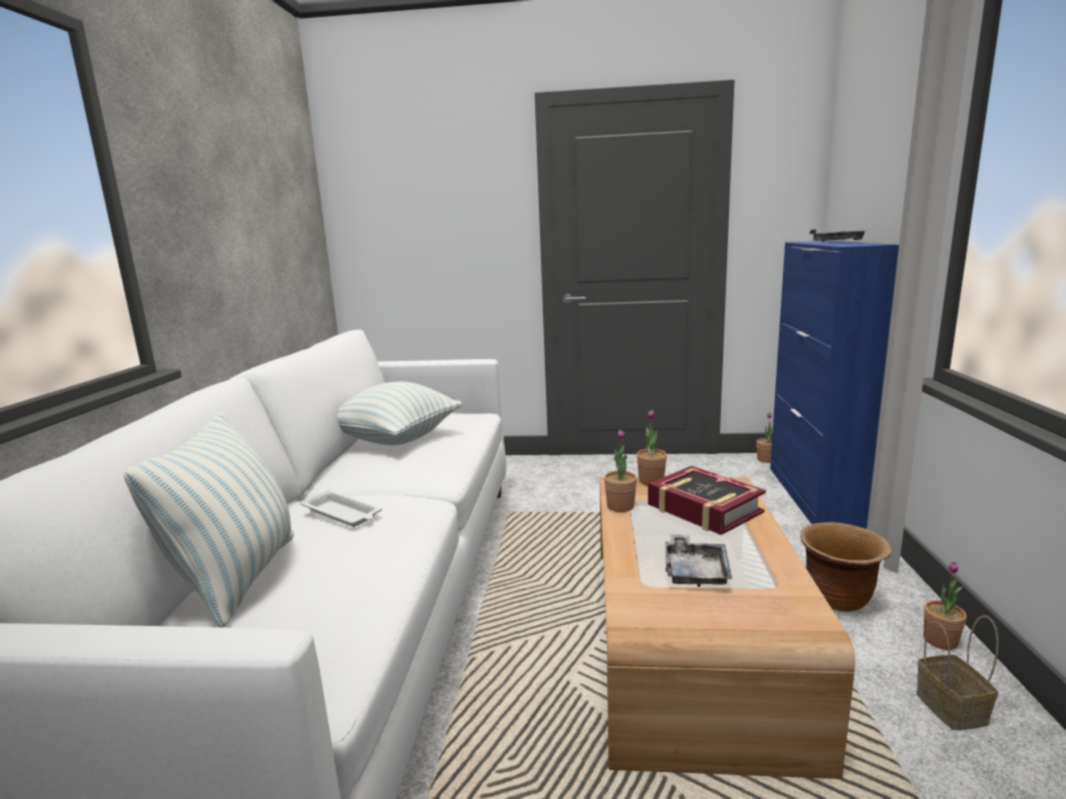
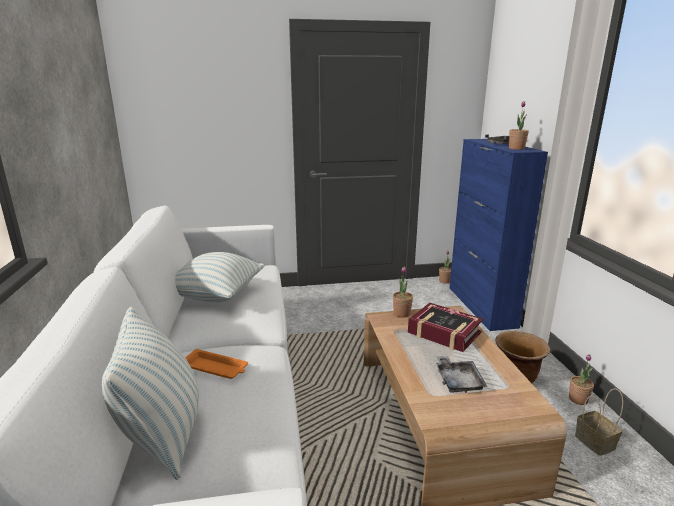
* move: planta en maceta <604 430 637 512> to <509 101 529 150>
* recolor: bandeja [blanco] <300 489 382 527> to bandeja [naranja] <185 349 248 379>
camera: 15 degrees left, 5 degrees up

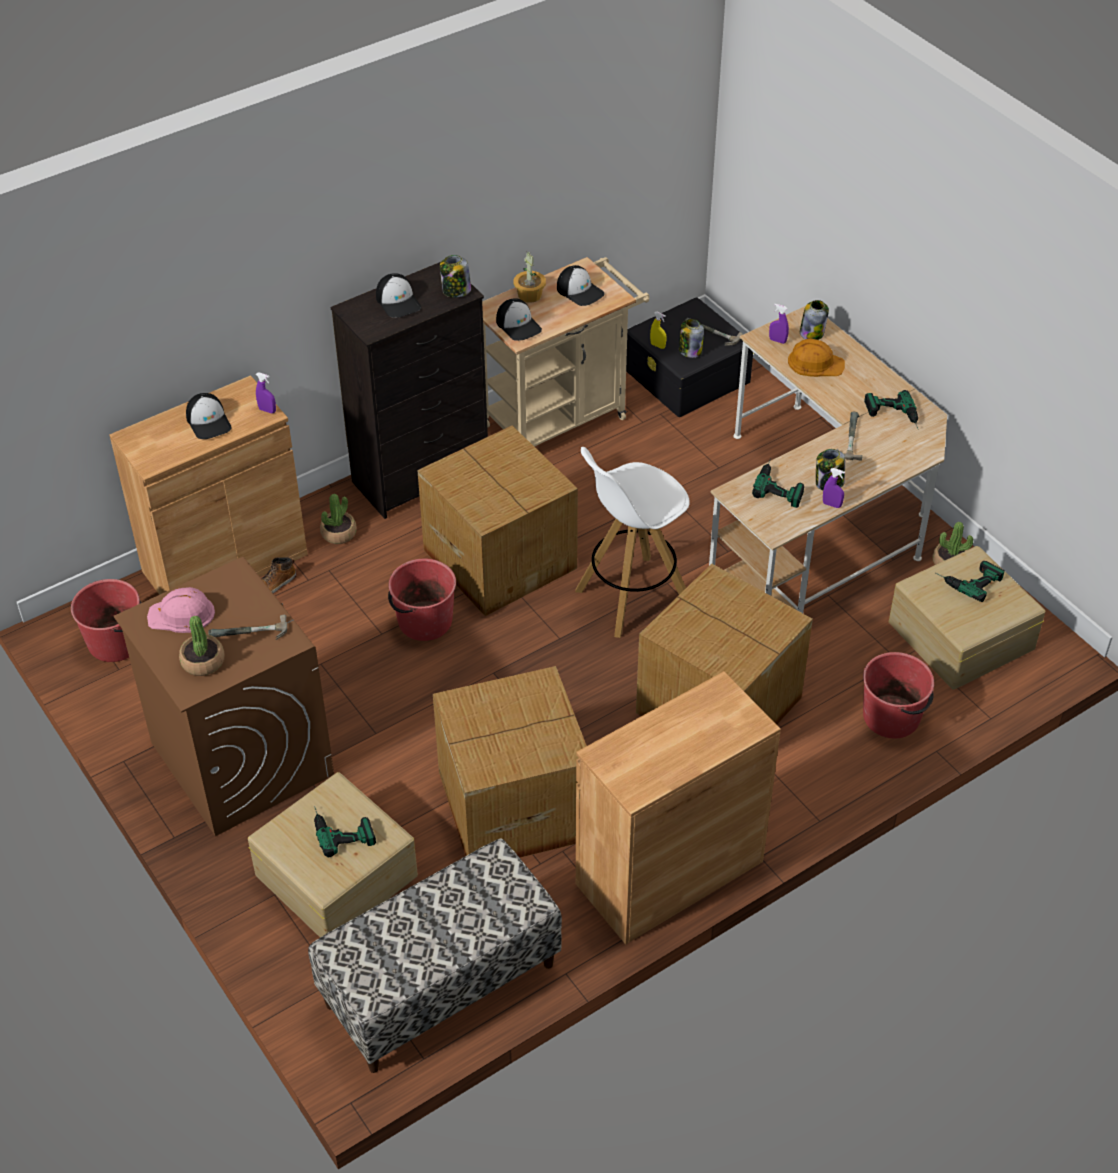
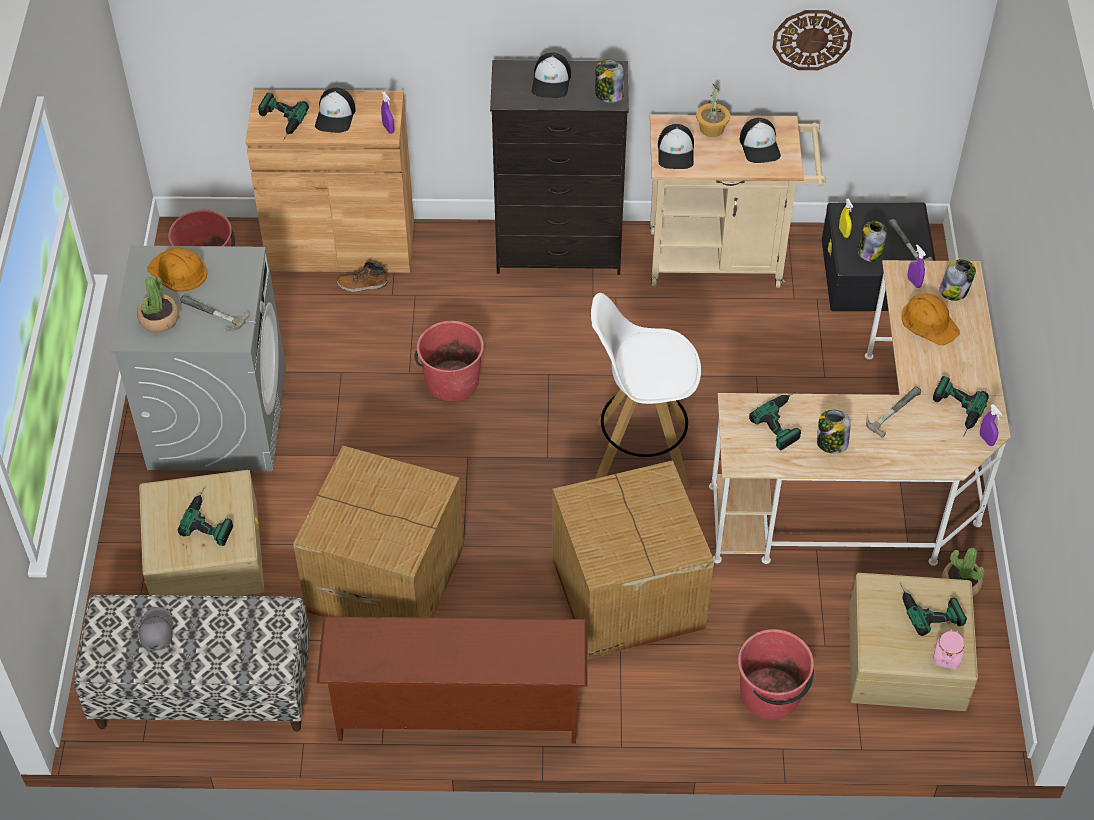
* delete: caja de cartón <417 425 578 616>
* move: pulverizador [morado] <823 468 845 508> to <980 404 1002 446>
* delete: planta en maceta <320 494 357 544>
* recolor: lavadora [marrón] <114 557 334 836> to lavadora [gris] <110 246 286 471>
* recolor: casco [rosa] <147 587 215 633> to casco [naranja] <147 248 207 292>
* replace: armario [marrón] <576 671 781 944> to zapatero [marrón] <316 616 587 744>
* insert: reloj de pared <772 10 852 70>
* insert: taladro <258 93 309 141>
* insert: gorra [gris] <139 607 173 651>
* insert: tarro [rosa] <933 629 964 670>
camera: 35 degrees right, 5 degrees up

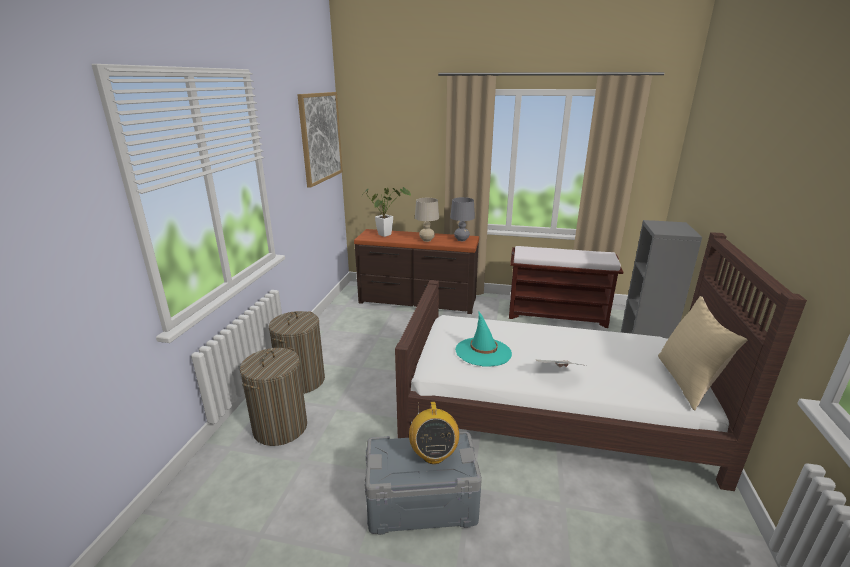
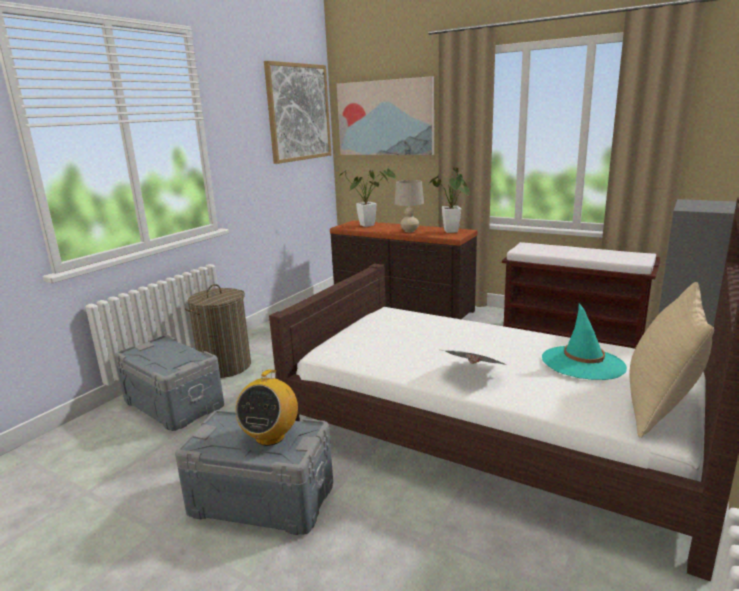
* replace: lámpara de mesa [gris] <450 197 475 241> to planta en maceta <430 167 470 233>
* move: sombrero [turquesa] <455 311 512 367> to <542 303 627 380>
* replace: cesto de la ropa <240 348 307 446> to caja de almacenaje [gris] <115 335 224 431>
* insert: cuadro <337 76 434 155>
camera: 20 degrees right, 5 degrees down

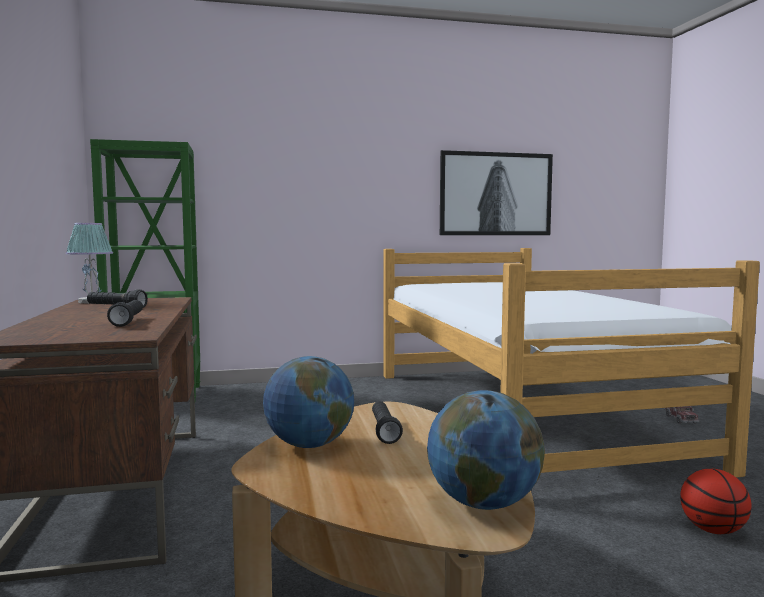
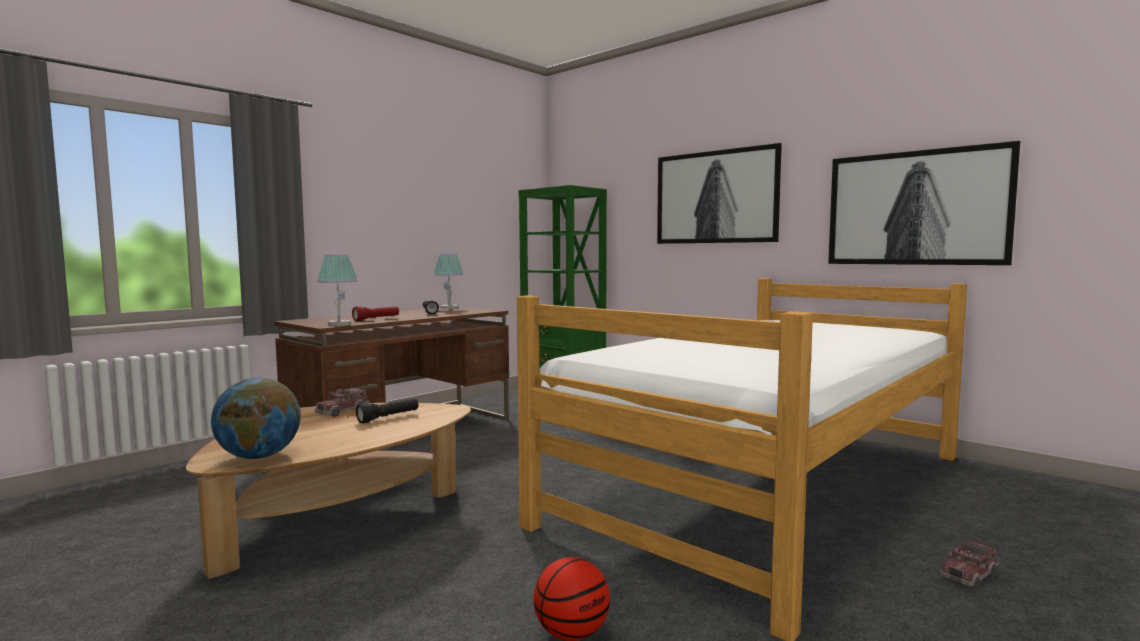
* recolor: linterna [negro] <107 300 143 327> to linterna [rojo] <352 306 399 321>
* replace: globo terráqueo <263 356 354 448> to camión de juguete <315 387 370 417>
* insert: cuadro <657 143 782 244>
* insert: lámpara de mesa <317 254 358 326>
camera: 55 degrees right, 0 degrees up

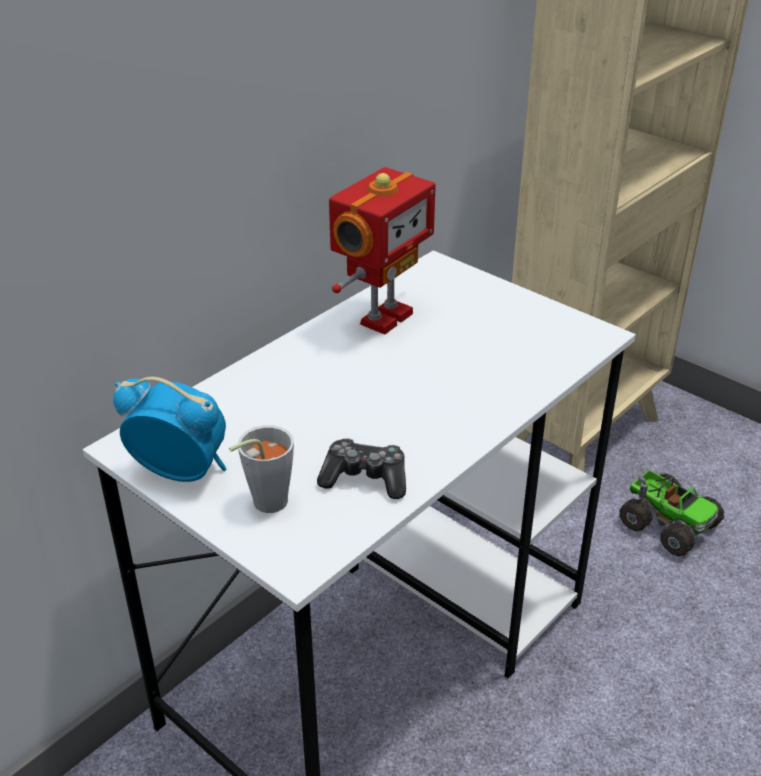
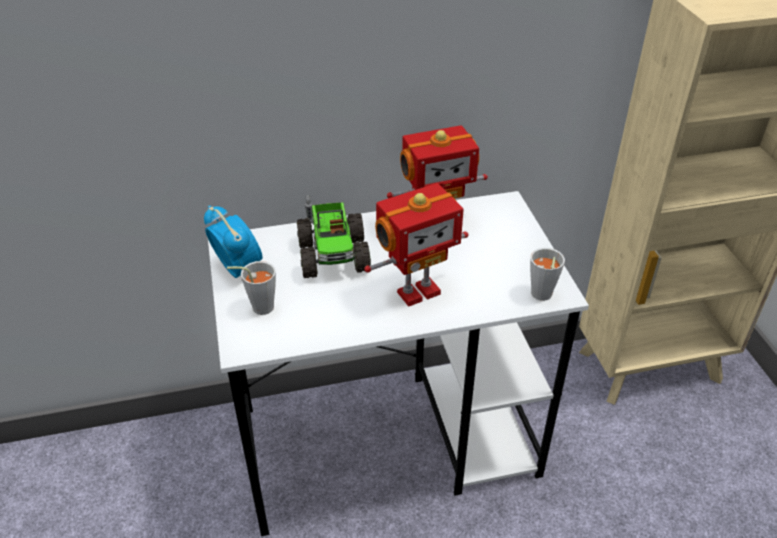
* delete: mando de consola <317 438 406 499>
* move: camión de juguete <619 470 724 556> to <297 195 371 278>
* insert: robot de juguete <364 183 468 307>
* insert: taza [gris] <530 248 565 301>
camera: 35 degrees right, 5 degrees up

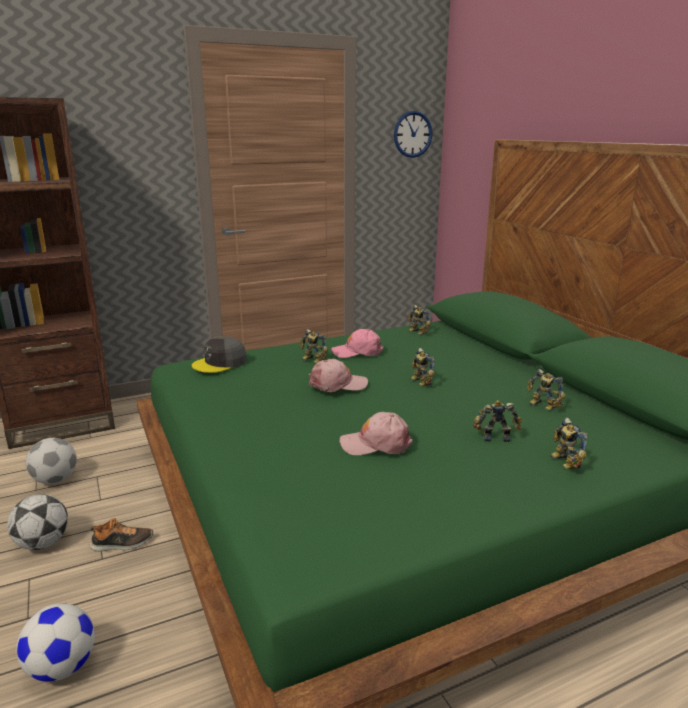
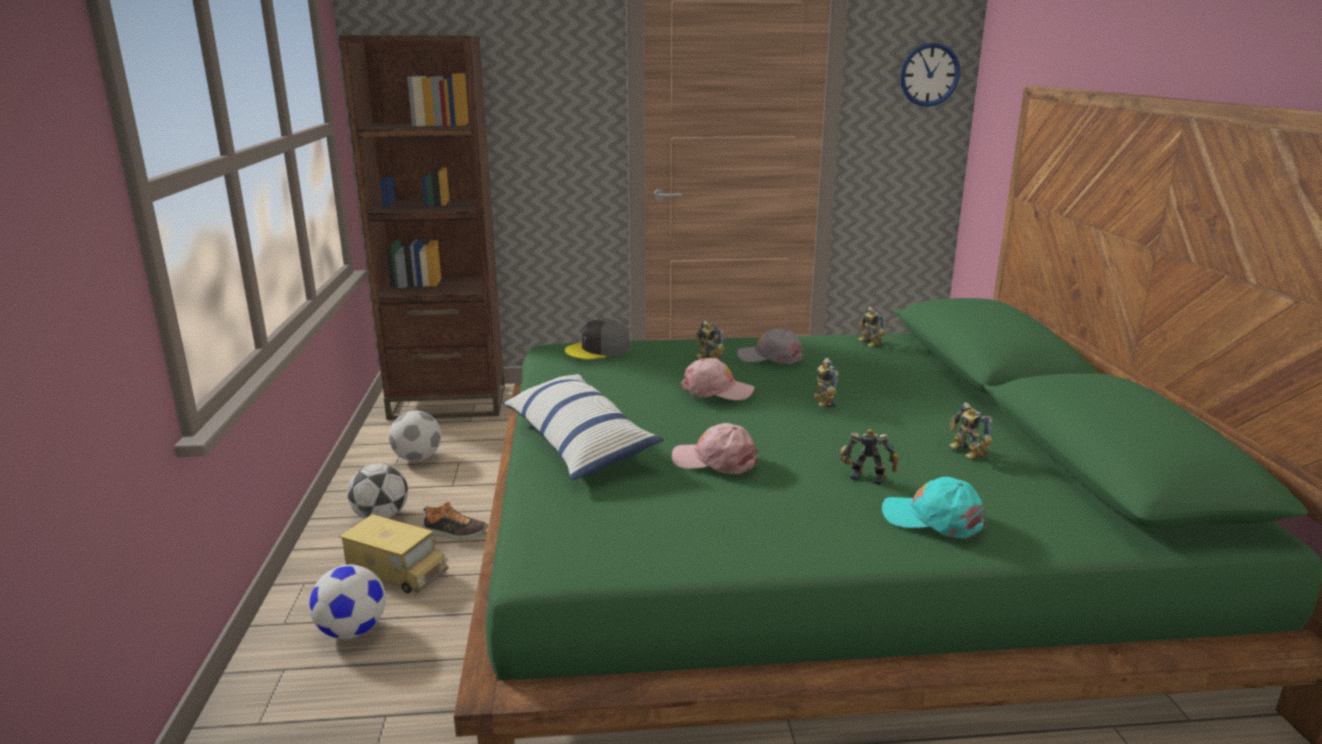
* recolor: gorra [rosa] <331 329 383 358> to gorra [gris] <737 329 804 364>
* replace: robot de juguete <550 418 588 469> to gorra [turquesa] <882 477 986 539>
* insert: cojín <503 373 664 480>
* insert: camión de juguete <339 514 449 593>
camera: 20 degrees right, 0 degrees up

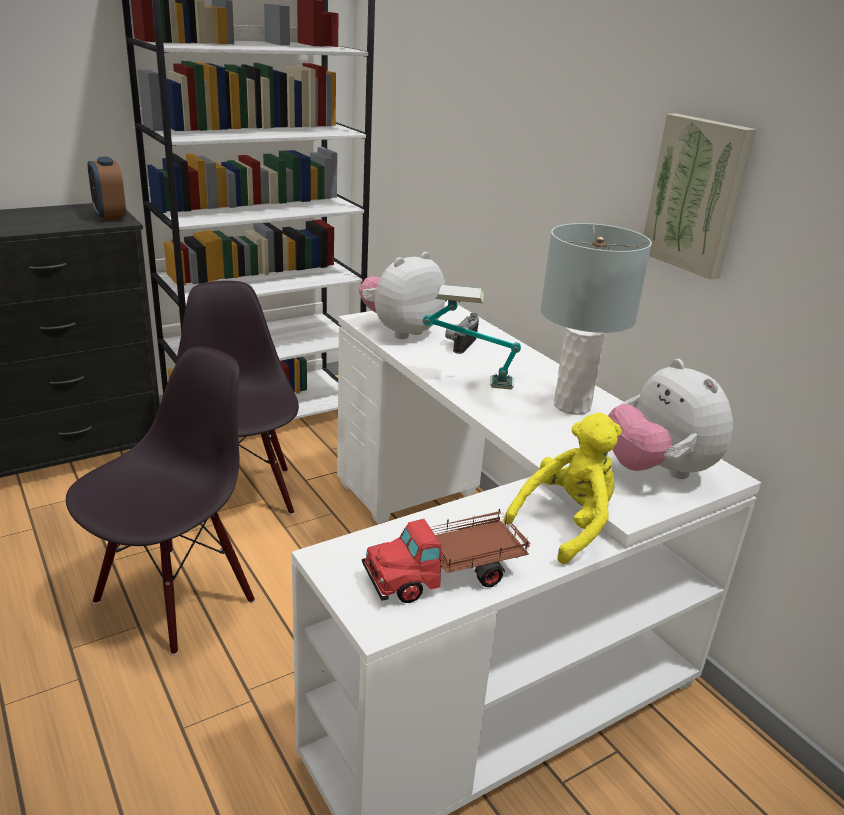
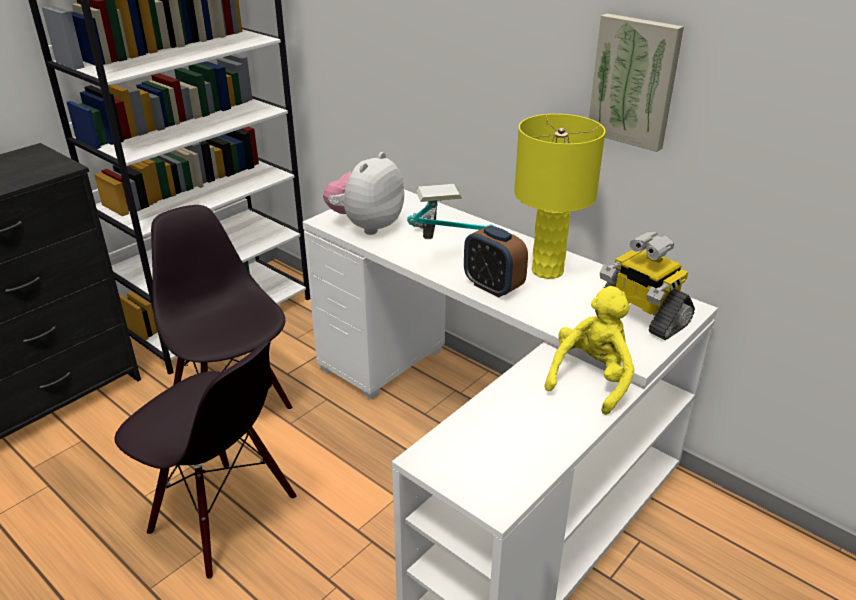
* move: despertador <88 157 126 221> to <464 225 528 298>
* recolor: lámpara de mesa [gris] <540 223 652 415> to lámpara de mesa [amarillo] <514 114 605 279>
* rotate: silla [negro] <66 346 255 655> = <114 341 297 579> 105 degrees clockwise
* replace: peluche <608 359 733 479> to robot de juguete <600 232 695 340>
* delete: camión de juguete <362 509 530 603>
camera: 15 degrees left, 5 degrees up

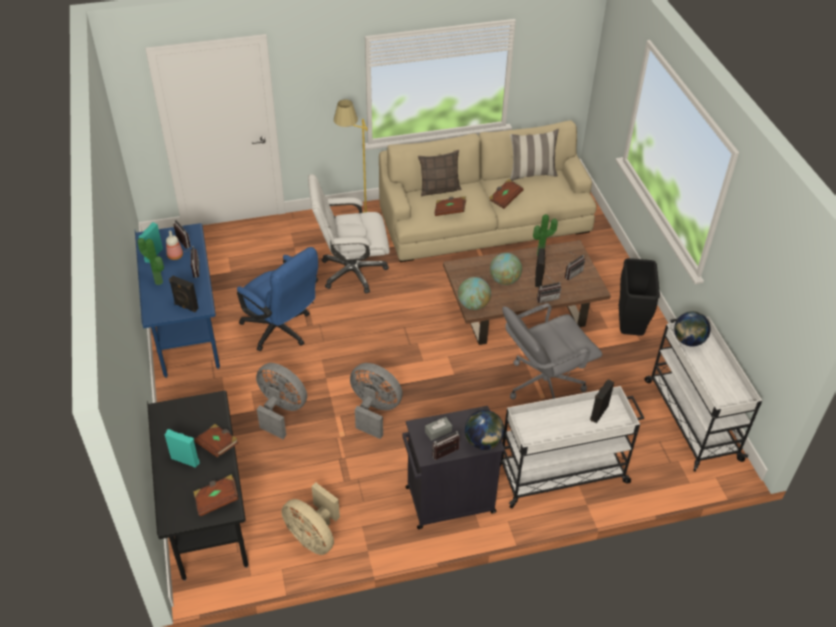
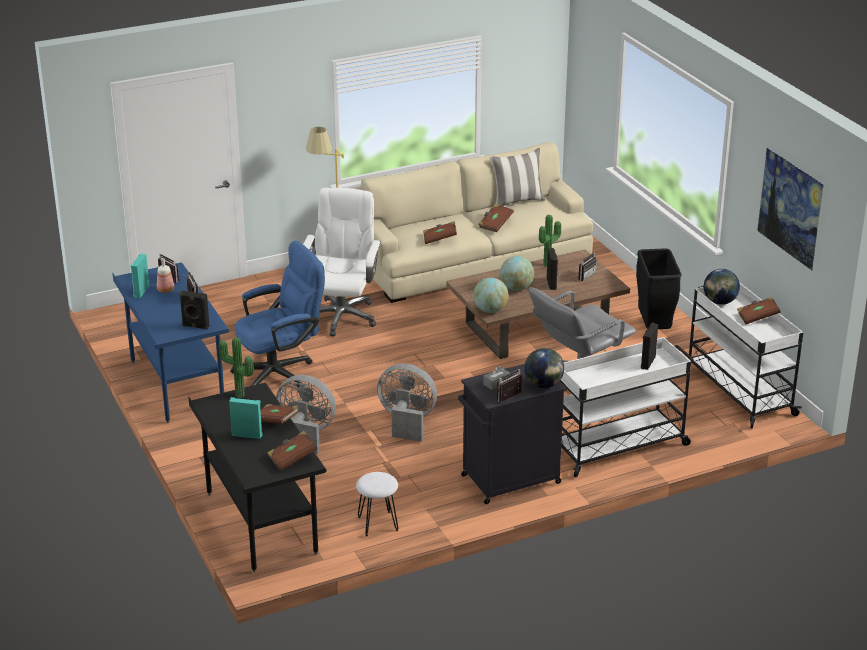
* delete: cojín <418 150 461 197>
* rotate: silla de oficina [blanco] <308 174 390 294> = <303 188 381 336> 120 degrees clockwise
* move: planta en maceta <137 238 164 285> to <219 337 254 398>
* rotate: silla de oficina [azul] <237 247 318 351> = <230 241 325 388> 60 degrees counterclockwise
* delete: radio <537 276 561 303>
* replace: ventilador [beis] <281 482 340 555> to taburete [blanco] <356 472 398 537>
* insert: cuadro <757 148 824 270>
* insert: libro [marrón] <737 297 781 325>
camera: 10 degrees left, 15 degrees down

